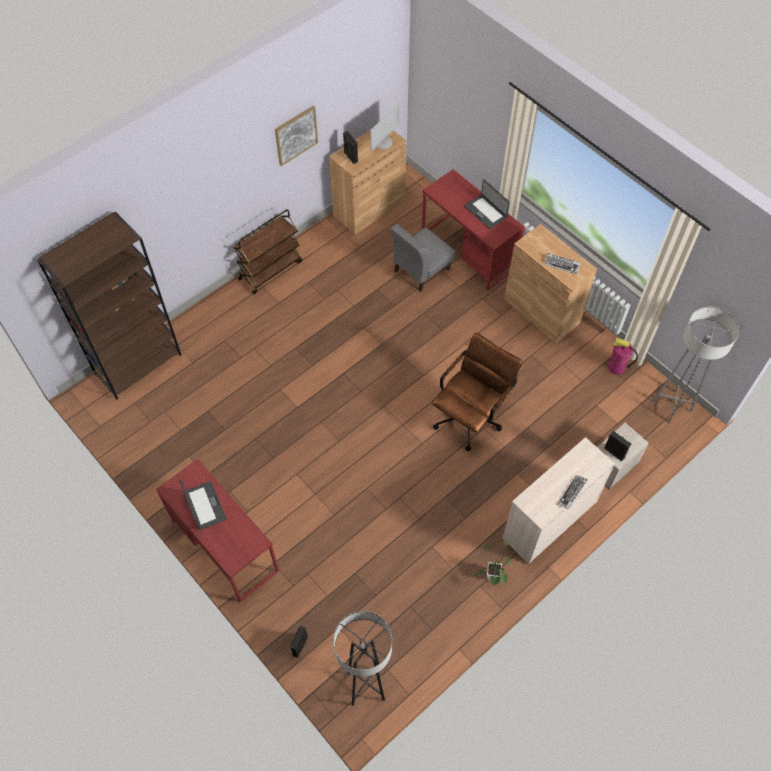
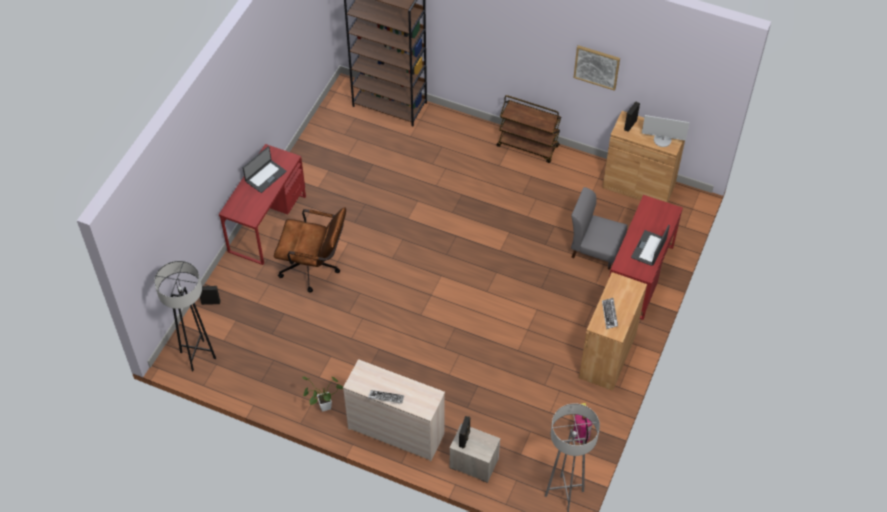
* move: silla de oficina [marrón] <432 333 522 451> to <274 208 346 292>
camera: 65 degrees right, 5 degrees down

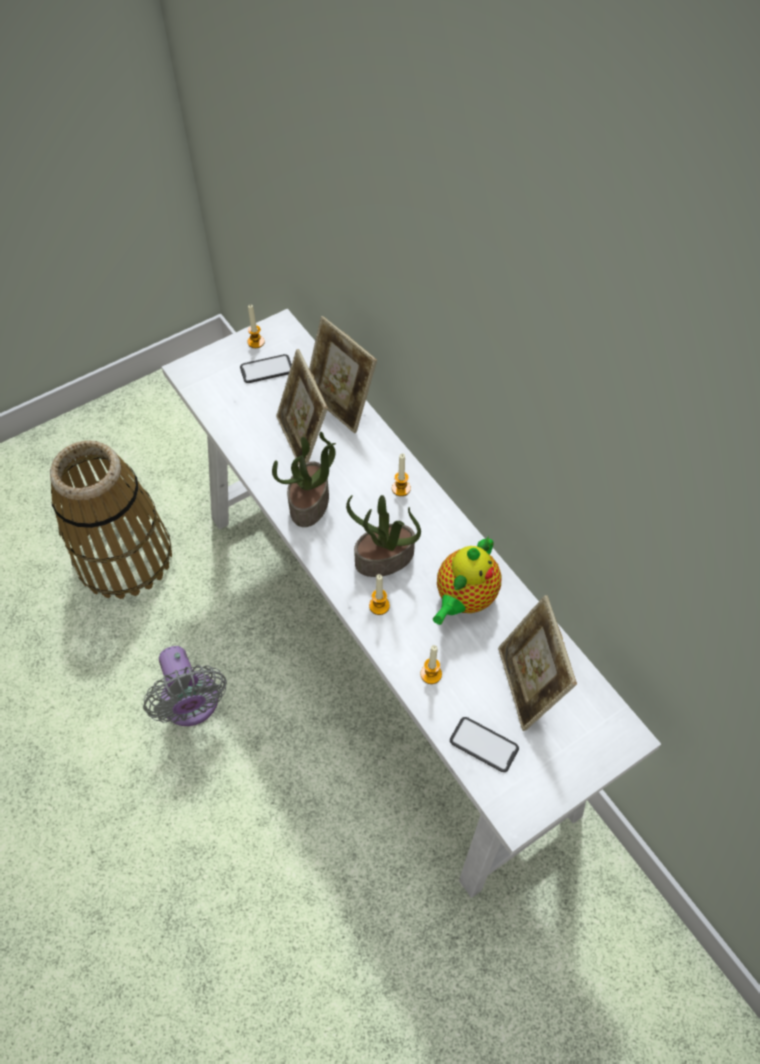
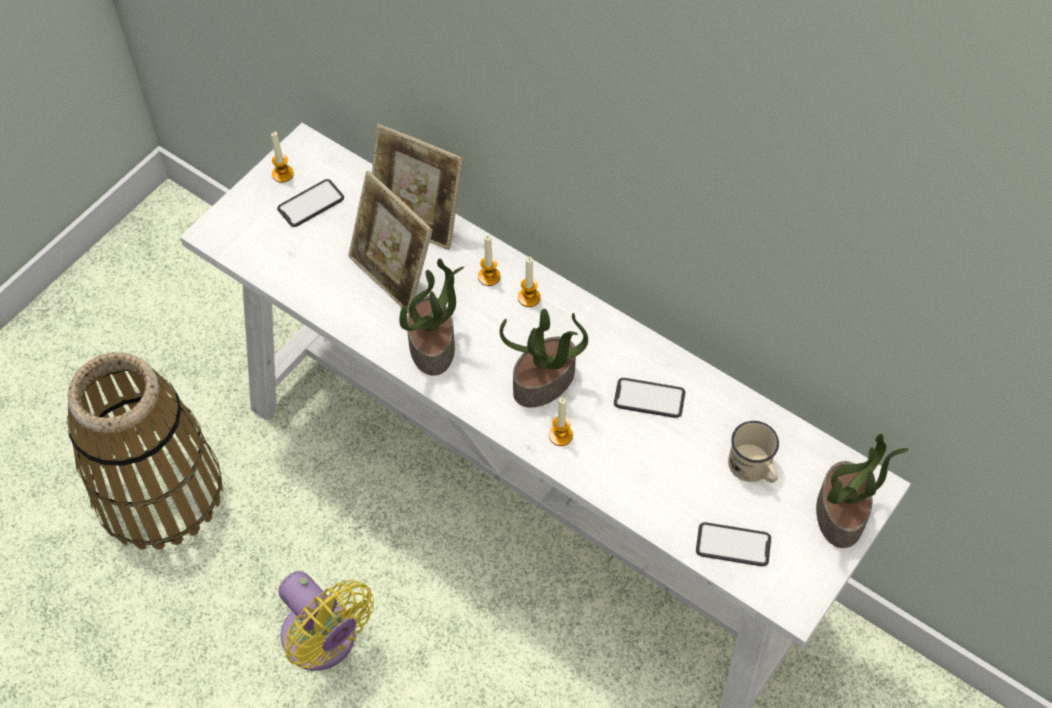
* replace: tetera <433 536 501 625> to móvil <614 378 685 418>
* replace: portarretratos <498 595 577 731> to taza grande [beis] <728 421 779 483>
* move: vela <420 645 442 684> to <478 236 500 286>
* recolor: ventilador [gris] <143 646 227 726> to ventilador [amarillo] <278 571 374 671>
* insert: planta en maceta <816 434 909 548>
camera: 20 degrees left, 0 degrees up

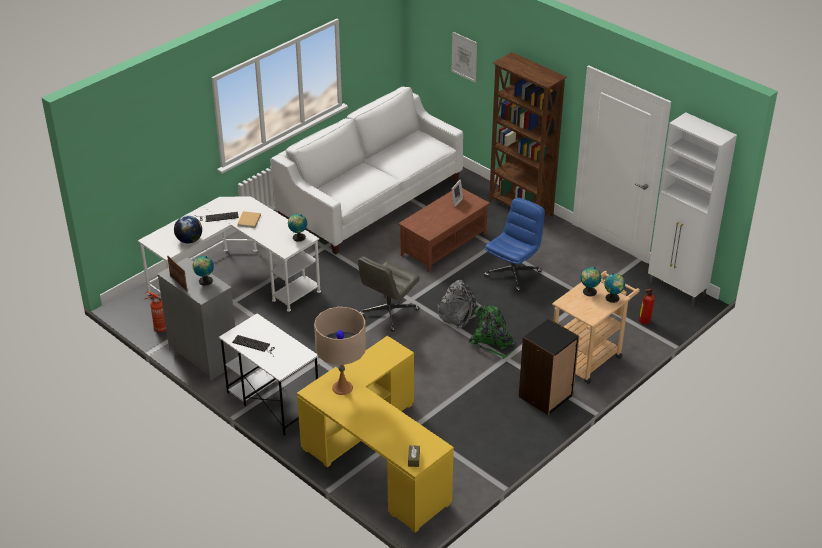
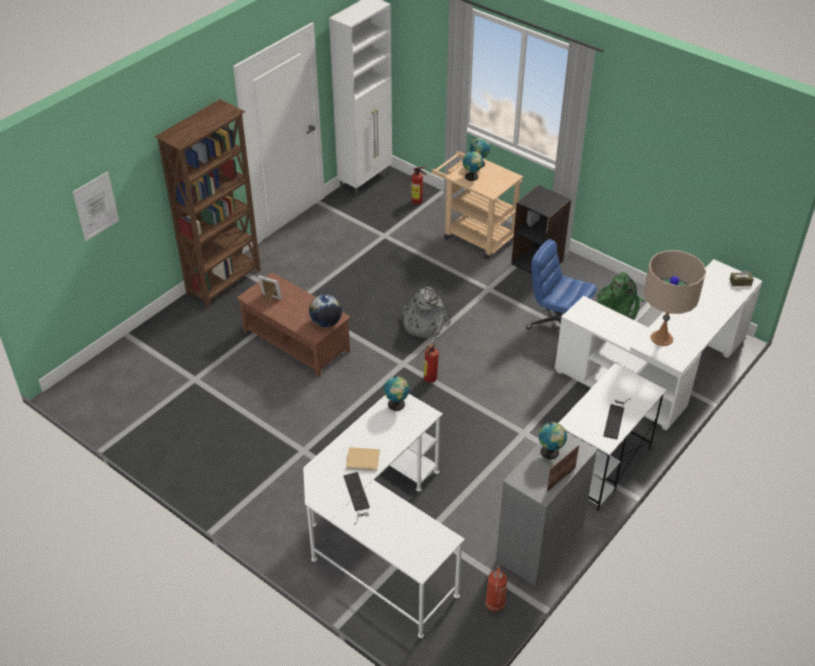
* delete: sofá [blanco] <270 87 463 254>
* move: silla de oficina [azul] <484 198 545 292> to <526 239 597 329>
* move: globo terráqueo <174 215 202 244> to <309 294 342 327>
* replace: silla de oficina [gris] <358 256 420 332> to extintor <424 343 439 383>
* move: mochila [verde] <468 305 515 359> to <597 272 644 320>
* recolor: escritorio [amarillo] <297 336 454 533> to escritorio [blanco] <555 259 762 431>
camera: 95 degrees left, 5 degrees up

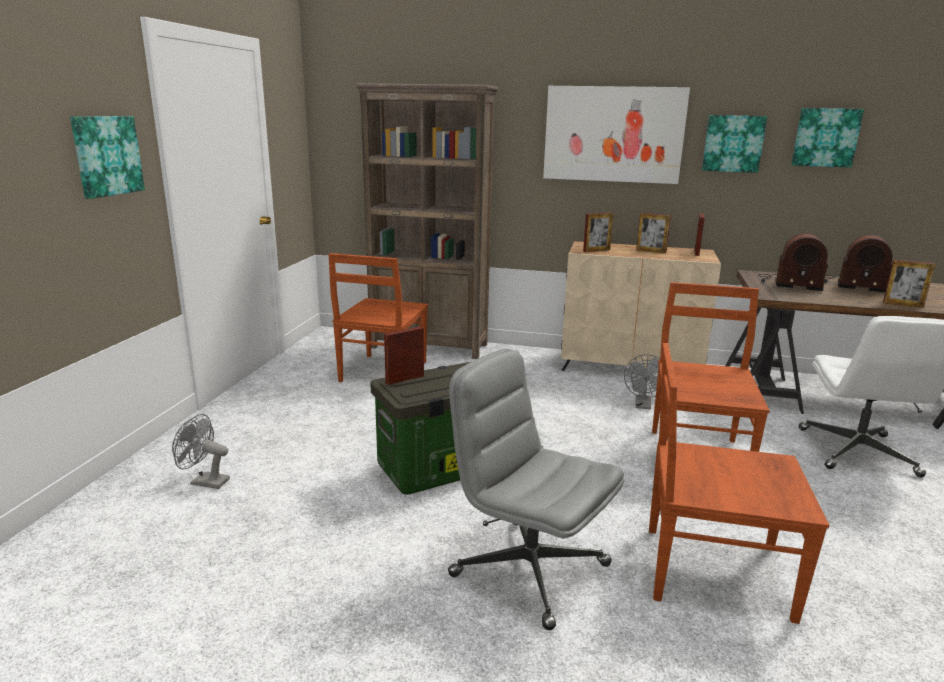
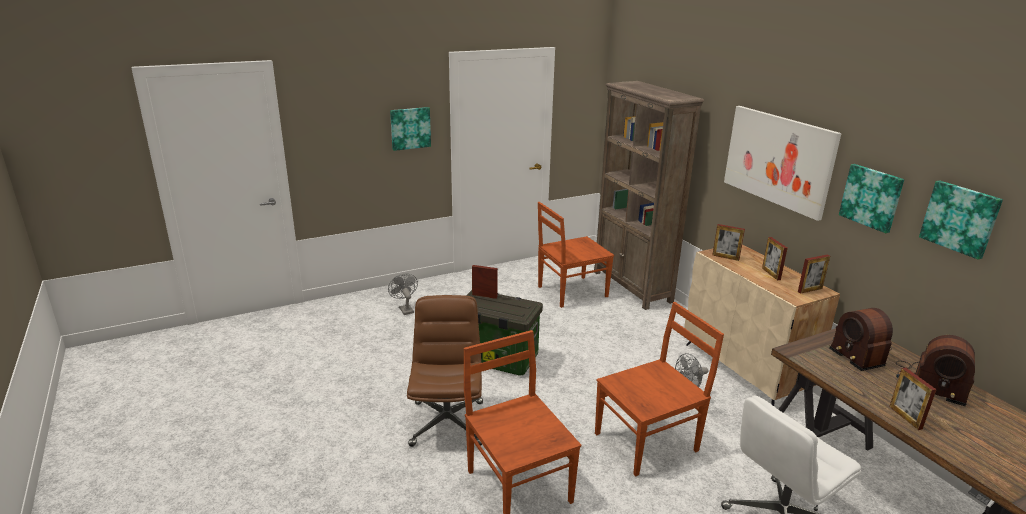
* rotate: radio <824 235 892 293> = <896 335 975 407> 45 degrees counterclockwise
* recolor: silla de oficina [gris] <448 349 624 630> to silla de oficina [marrón] <407 295 483 447>
camera: 50 degrees right, 5 degrees up

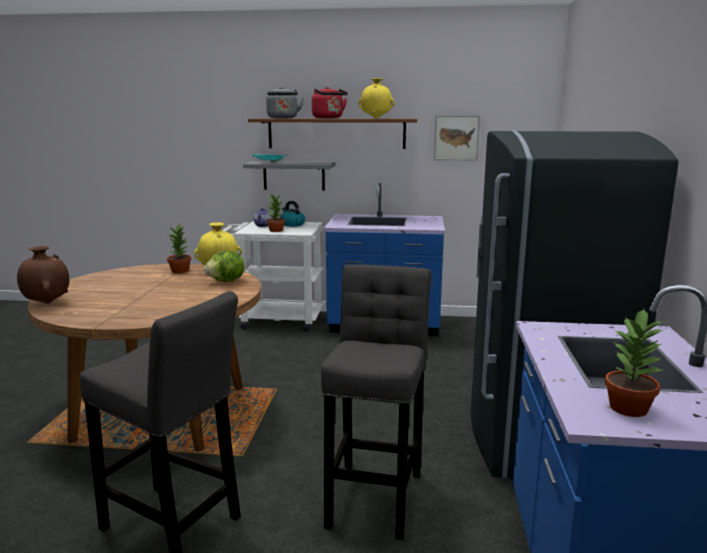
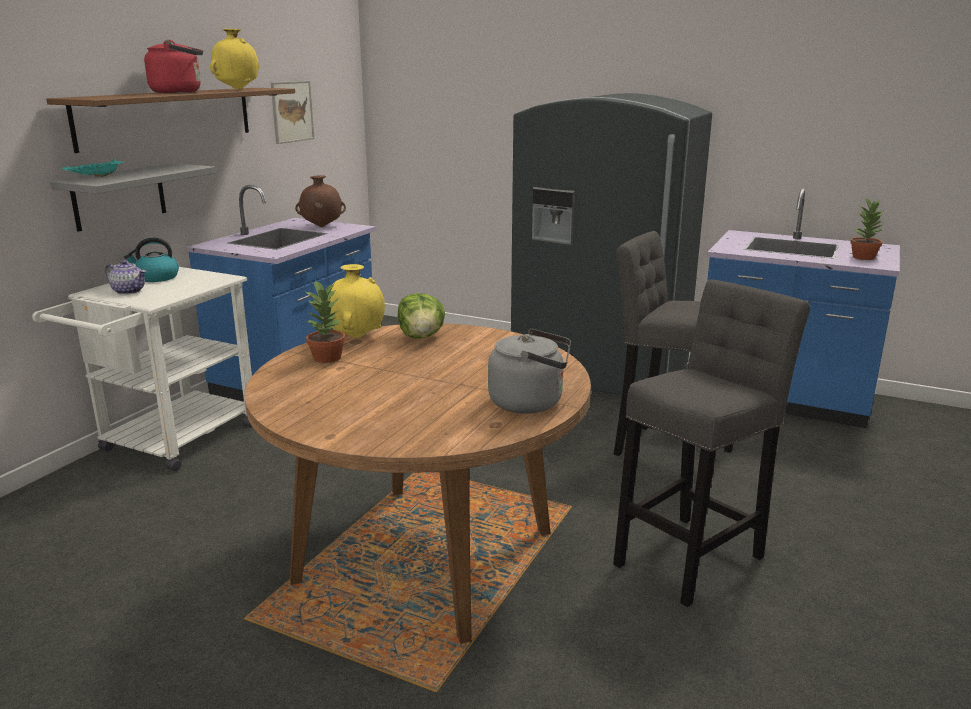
* move: hervidor [gris] <266 87 304 118> to <488 329 571 414>
* delete: planta en maceta <267 195 285 232>
* move: florero [marrón] <17 246 69 304> to <295 175 346 227>
camera: 70 degrees left, 5 degrees up

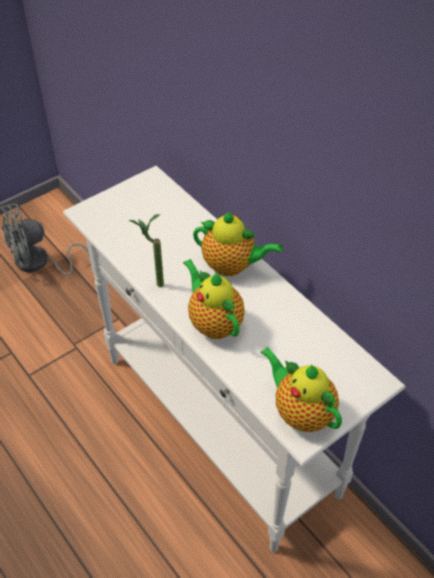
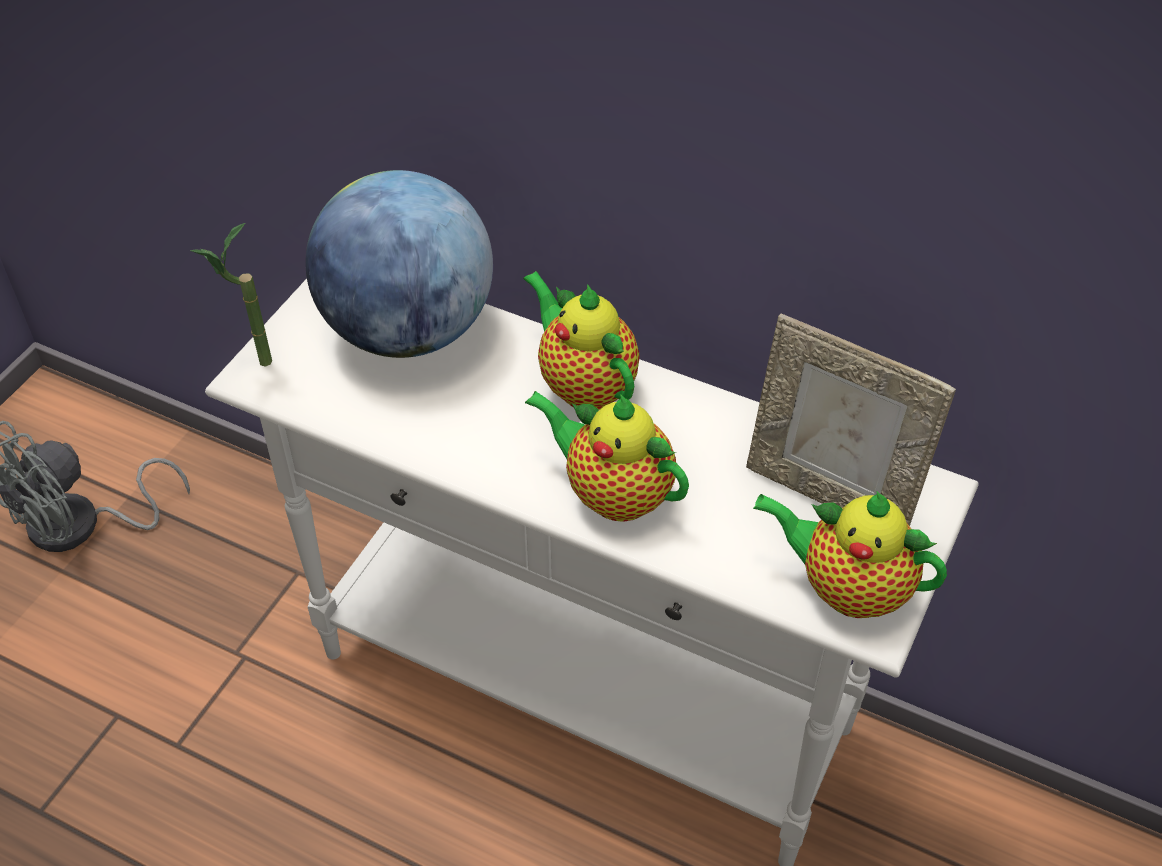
* rotate: tetera <193 212 283 276> = <523 271 640 410> 120 degrees counterclockwise
* move: planta en maceta <128 214 164 287> to <190 223 272 367>
* insert: globo terráqueo <305 170 493 358>
* insert: portarretratos <746 314 956 526>
camera: 25 degrees left, 0 degrees up

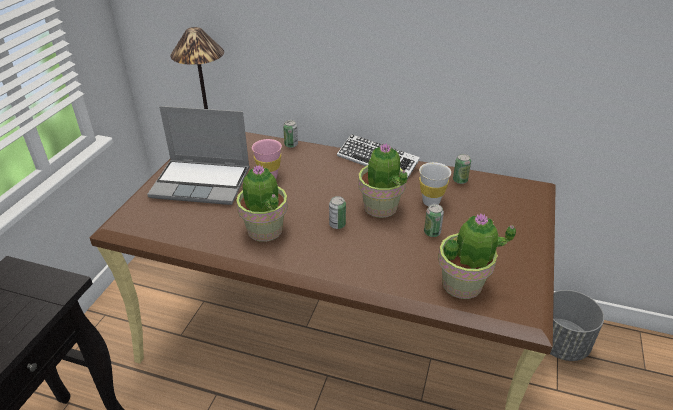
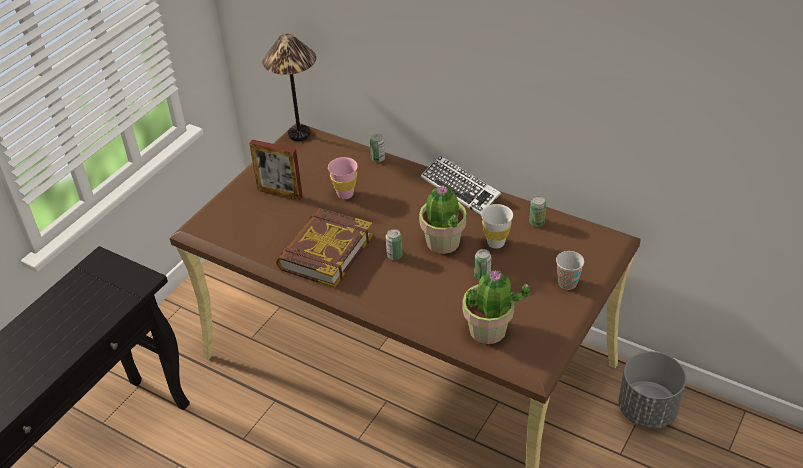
* replace: portátil <147 106 250 205> to portarretratos <249 139 303 200>
* replace: planta en maceta <236 164 288 242> to libro <276 208 373 288>
* insert: taza <556 251 584 290>
camera: 15 degrees right, 5 degrees up

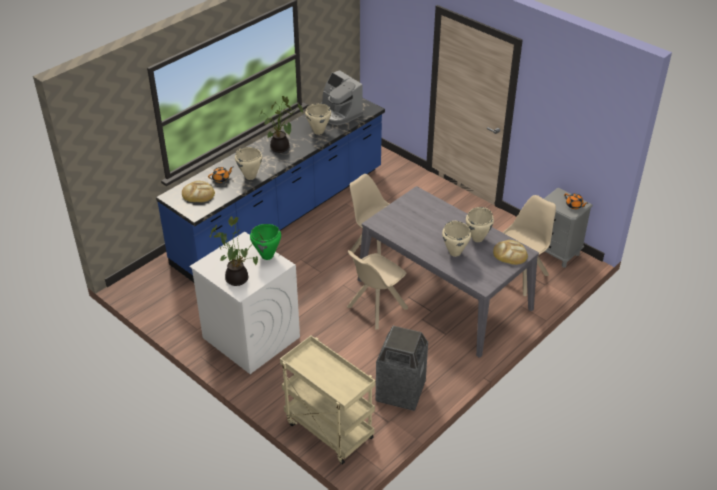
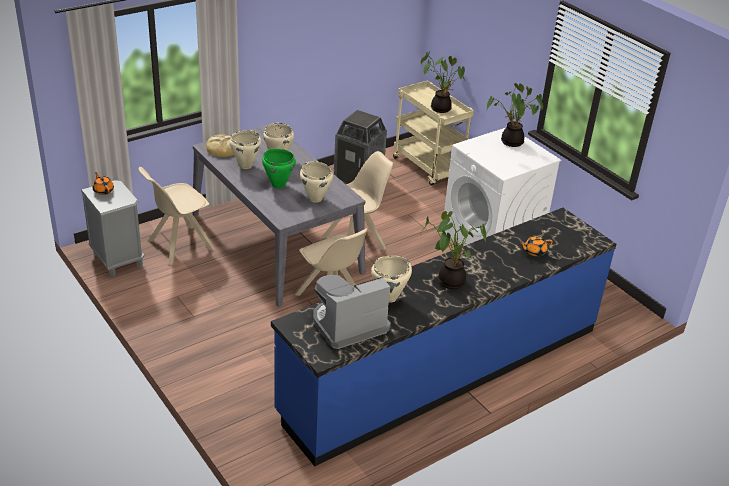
* rotate: cafetera <320 70 363 125> = <313 275 391 349> 90 degrees counterclockwise
* move: olla [beis] <235 147 262 180> to <300 161 333 203>
* delete: pan <182 181 215 202>
* move: olla [verde] <250 224 281 260> to <262 149 296 189>
* insert: planta en maceta <420 51 465 113>
camera: 170 degrees left, 5 degrees down

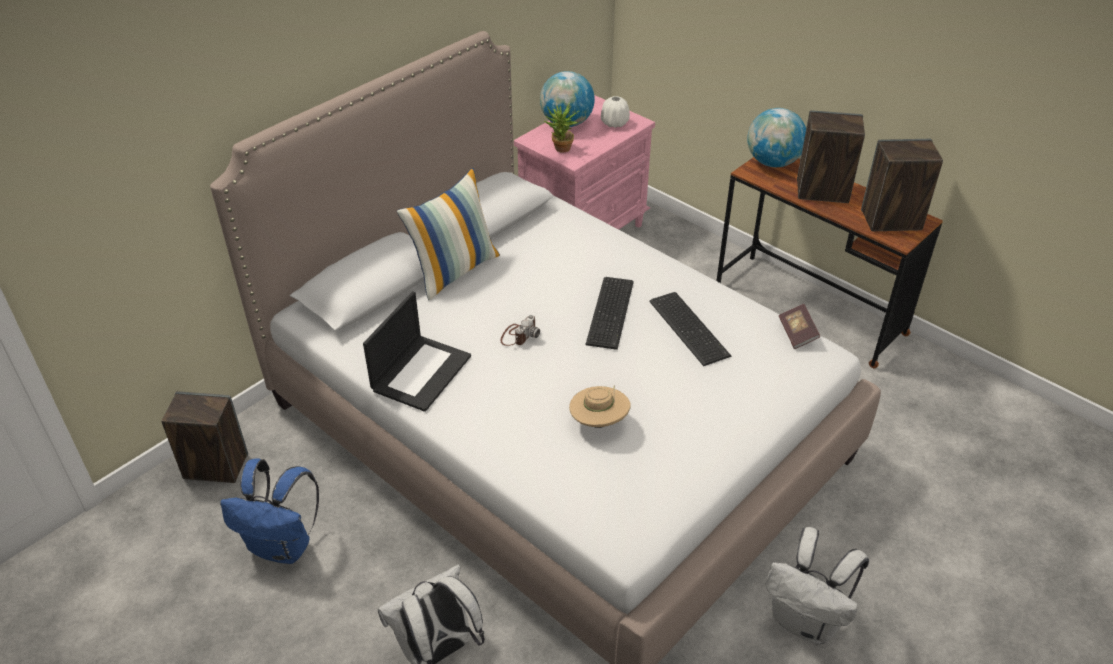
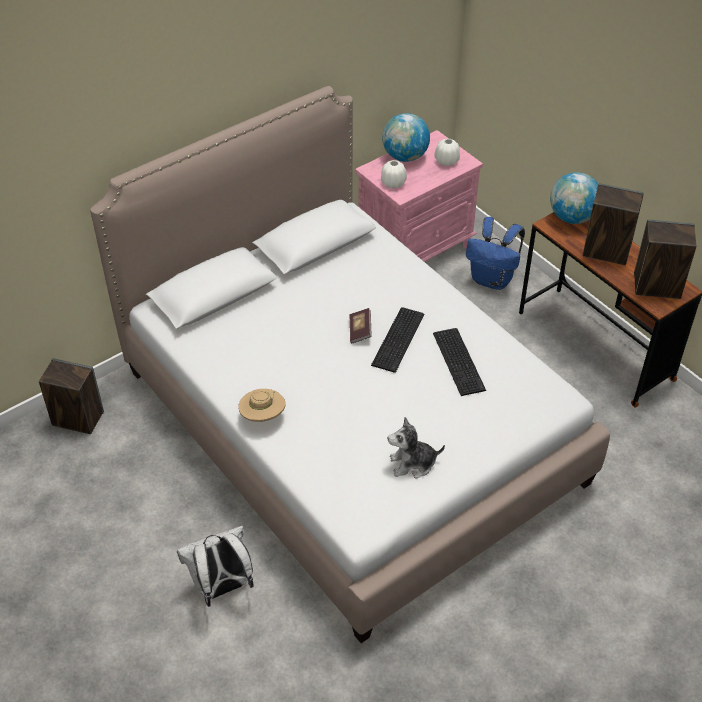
* replace: planta en maceta <544 102 579 152> to florero [blanco] <381 160 407 188>
* delete: cojín <397 168 500 300>
* delete: portátil <363 291 471 412>
* move: libro <779 304 820 349> to <349 308 372 343>
* delete: cámara <501 315 540 346>
* move: sombrero [beis] <569 385 631 428> to <238 389 285 422>
* move: mochila [azul] <220 459 319 564> to <466 217 525 290>
* delete: mochila [blanco] <766 527 869 645>
* insert: peluche <387 417 445 479>
camera: 10 degrees right, 5 degrees up

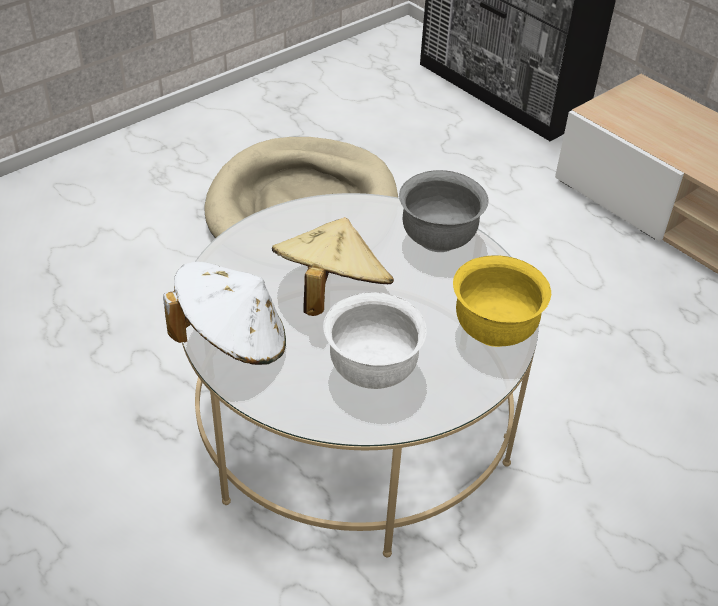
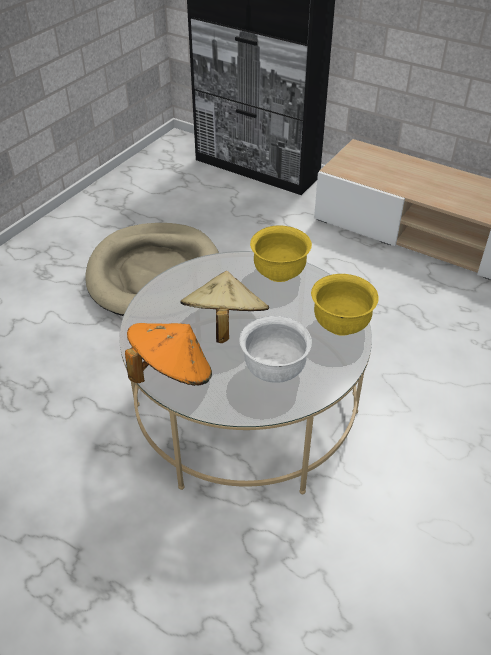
* recolor: cuenco [gris] <399 170 488 252> to cuenco [amarillo] <250 225 312 282>
* recolor: sombrero [blanco] <163 262 286 365> to sombrero [naranja] <125 323 212 386>
camera: 15 degrees left, 0 degrees up

